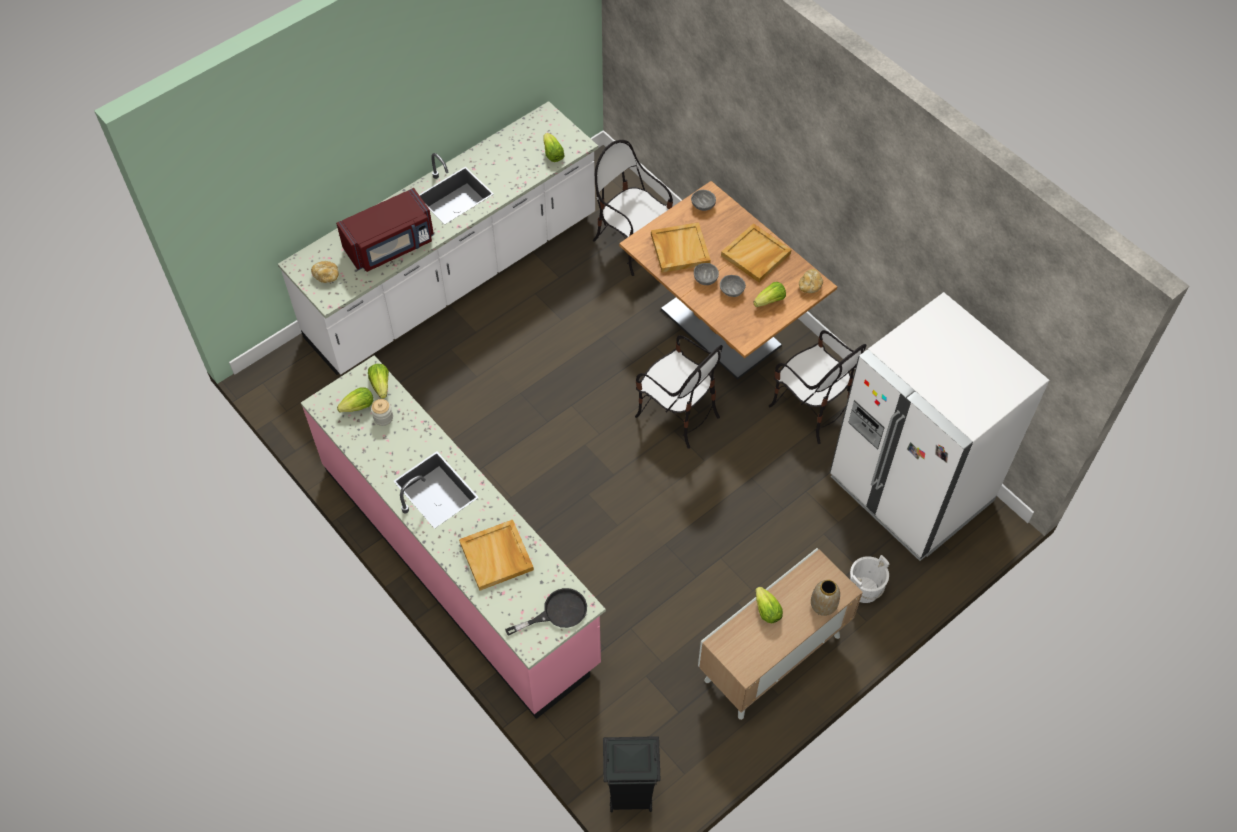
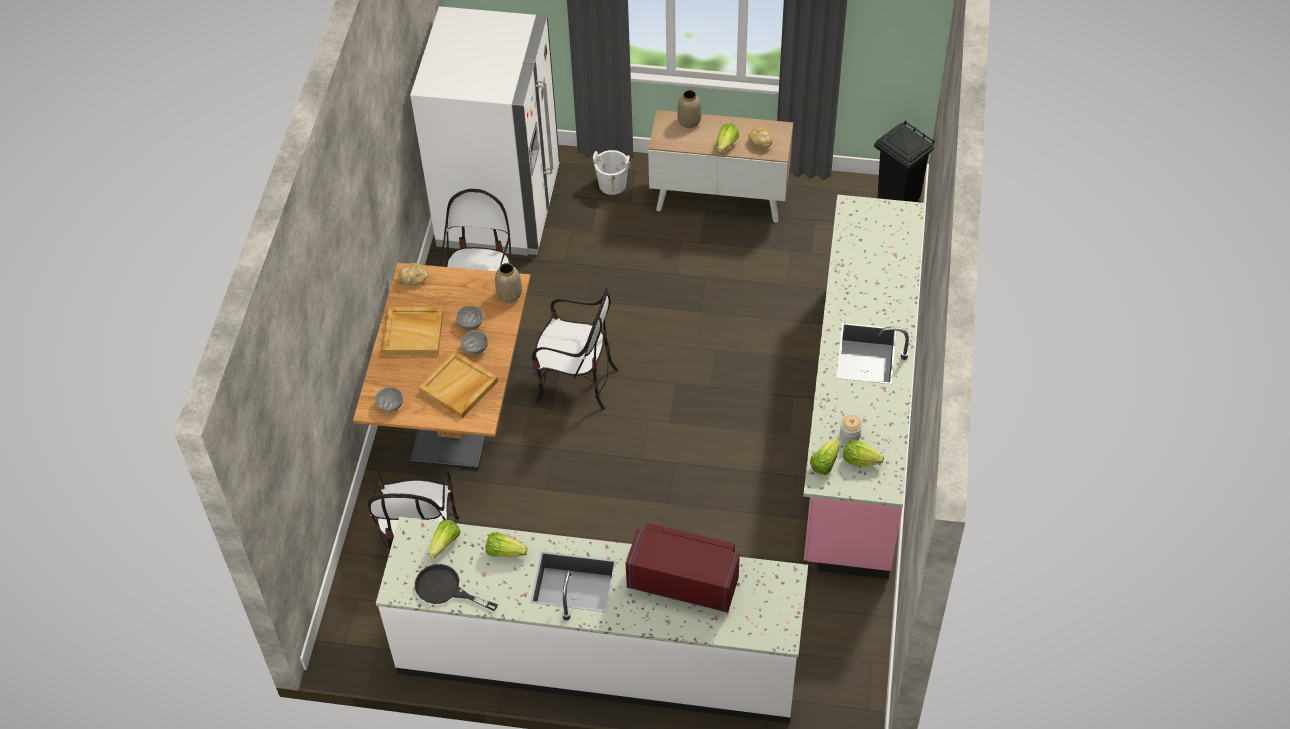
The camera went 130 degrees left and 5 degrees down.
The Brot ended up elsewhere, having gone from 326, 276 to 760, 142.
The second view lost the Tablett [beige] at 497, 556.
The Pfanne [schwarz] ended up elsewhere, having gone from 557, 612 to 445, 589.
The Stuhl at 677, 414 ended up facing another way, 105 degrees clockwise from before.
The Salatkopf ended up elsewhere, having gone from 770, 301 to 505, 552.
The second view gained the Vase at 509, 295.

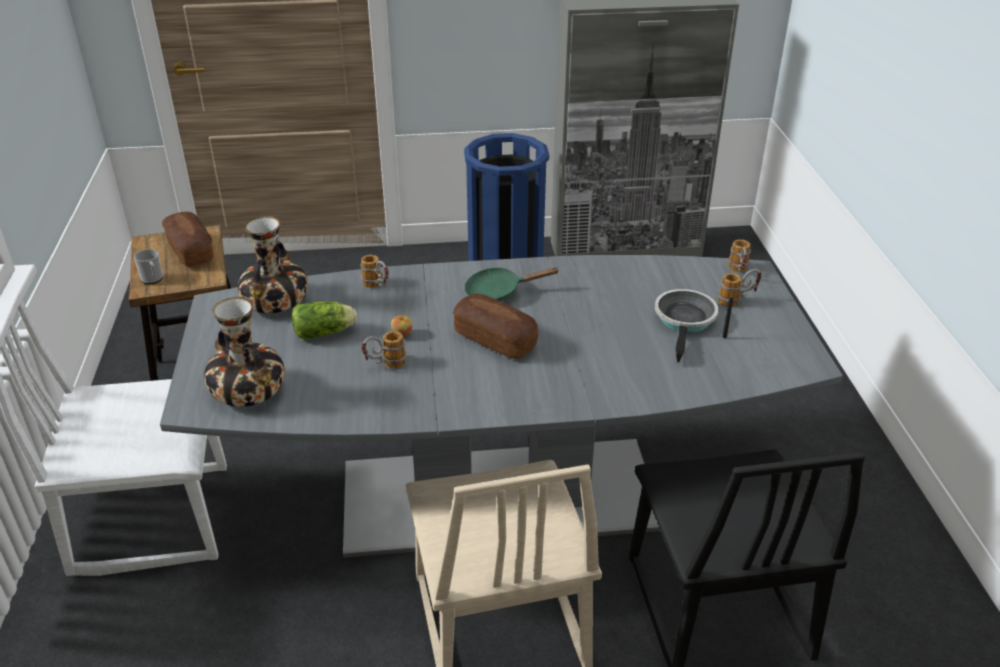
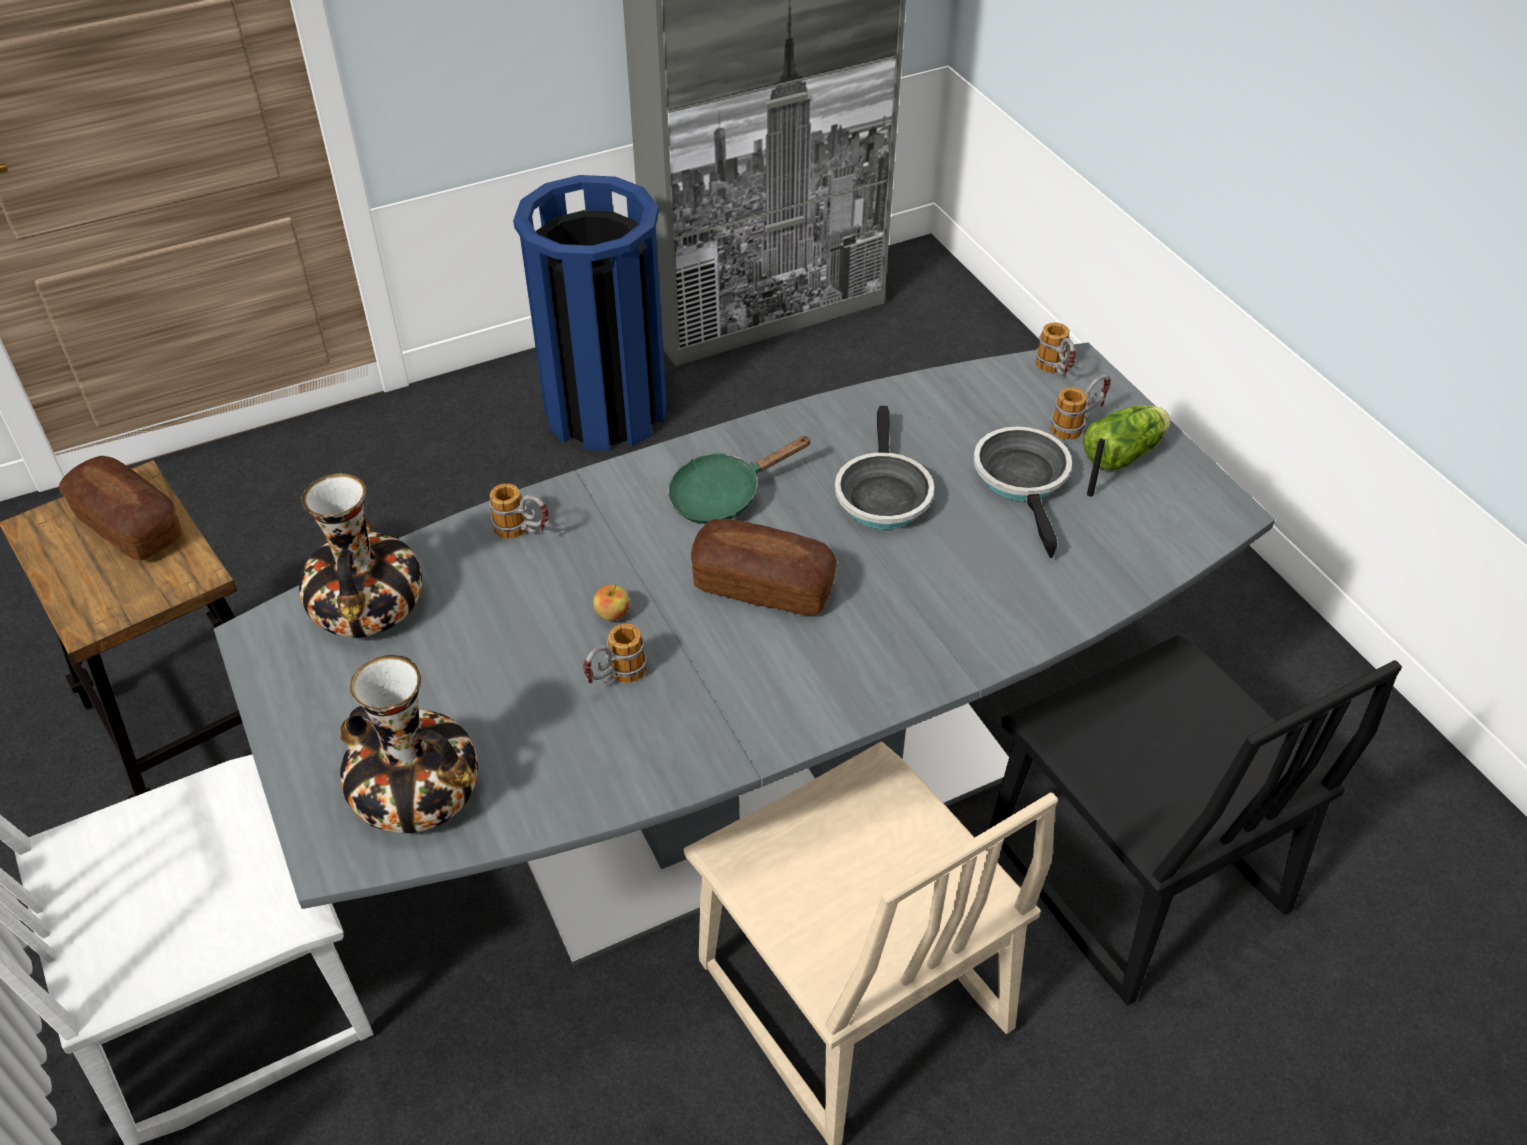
The camera went 20 degrees left and 10 degrees up.
The second view lost the Henkelbecher at 153, 279.
The Salatkopf ended up elsewhere, having gone from 326, 332 to 1125, 453.
The second view gained the Pfanne at 881, 494.

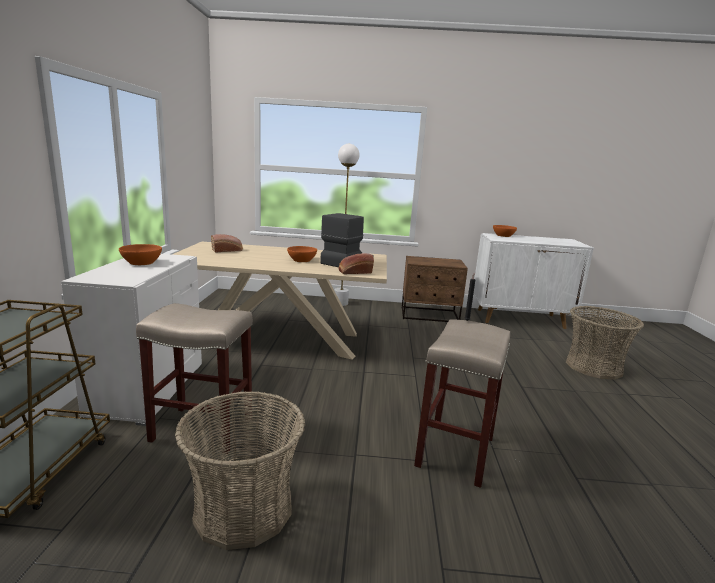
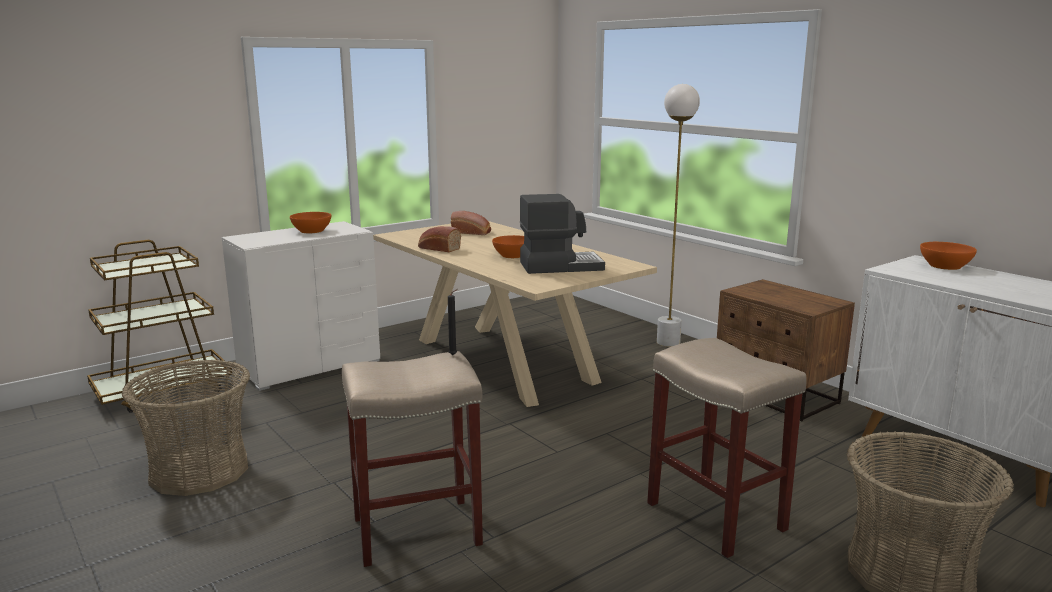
The camera went 50 degrees right and 0 degrees up.
The Hocker [beige] ended up elsewhere, having gone from 204, 429 to 717, 517.
The Brot ended up elsewhere, having gone from 354, 272 to 438, 248.

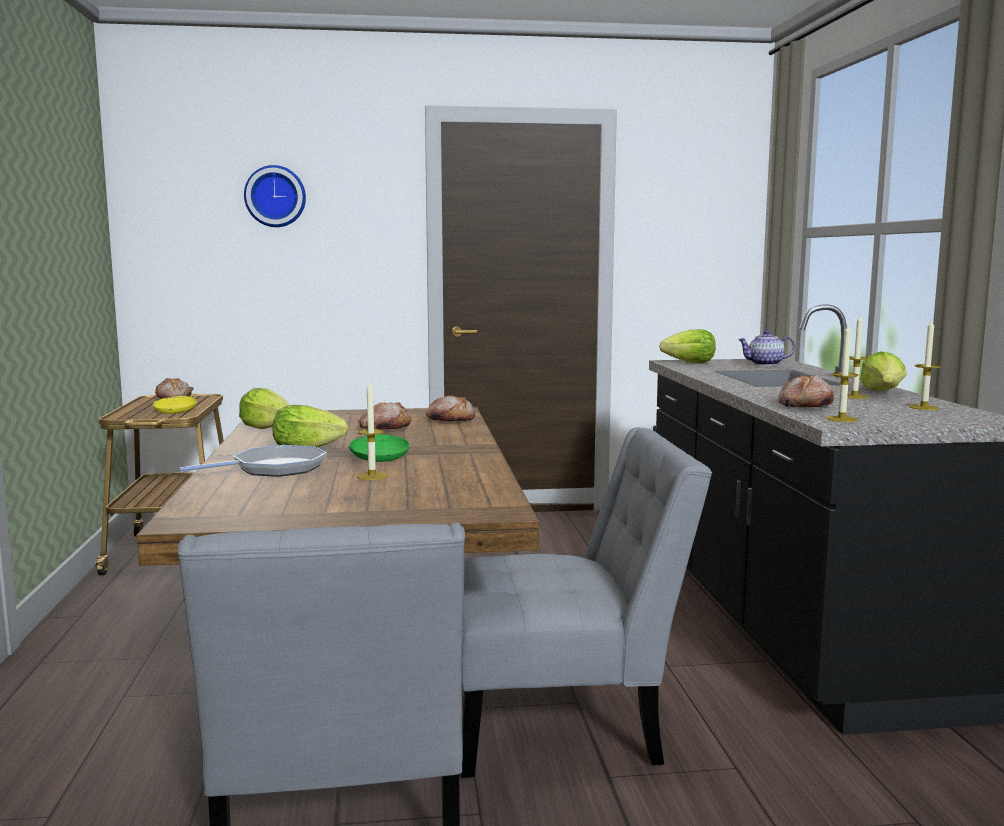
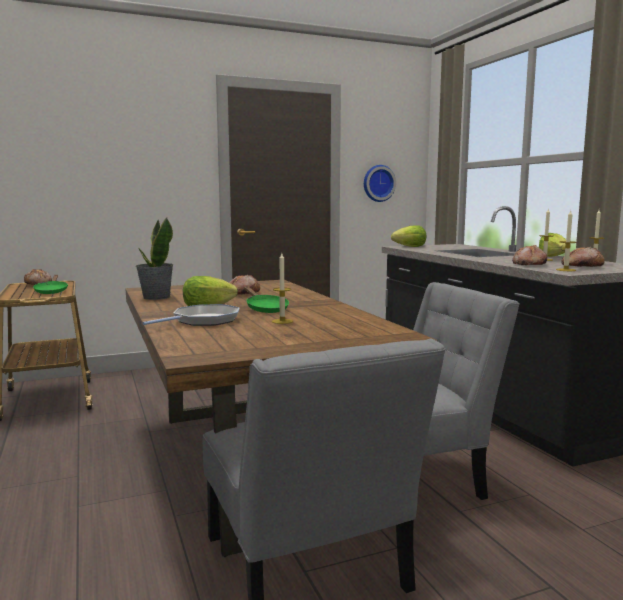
The camera went 15 degrees left and 0 degrees up.
What was the Pfanne [gelb] at 177, 410 turned into the Pfanne [grün] at 51, 291.
Where the Salatkopf stood at 267, 428, the Topfpflanze came to stand at 156, 297.
The Wanduhr ended up elsewhere, having gone from 275, 196 to 378, 183.
The Brot ended up elsewhere, having gone from 450, 420 to 582, 266.
The second view lost the Teekanne at 765, 364.

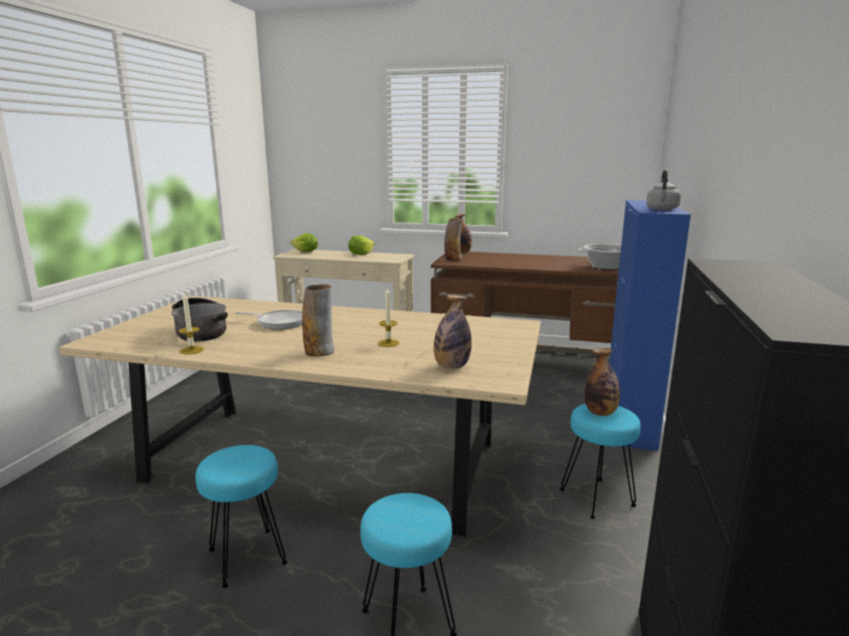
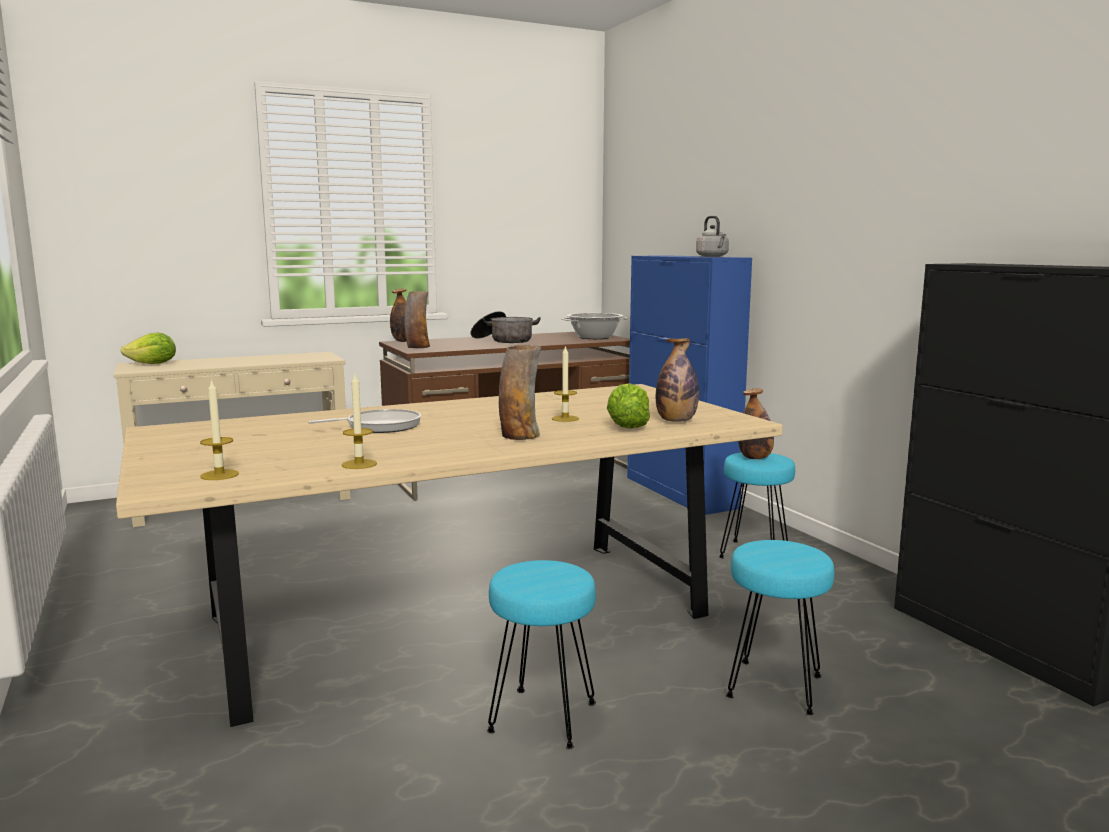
The camera went 40 degrees left and 5 degrees down.
The Kochtopf ended up elsewhere, having gone from 202, 331 to 503, 340.
The Salatkopf ended up elsewhere, having gone from 360, 254 to 627, 427.
The second view gained the Kerze at 219, 475.

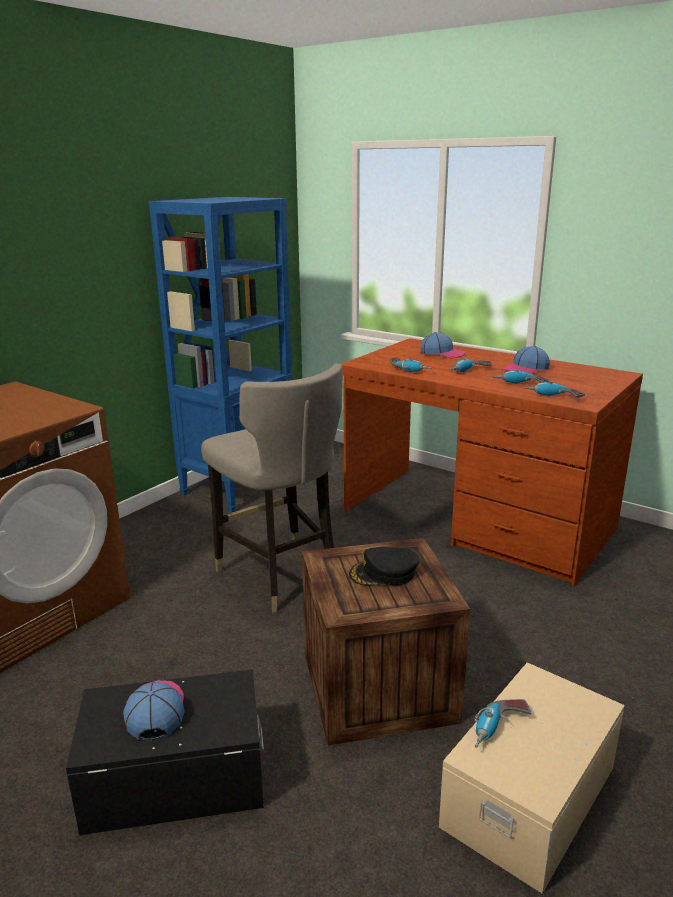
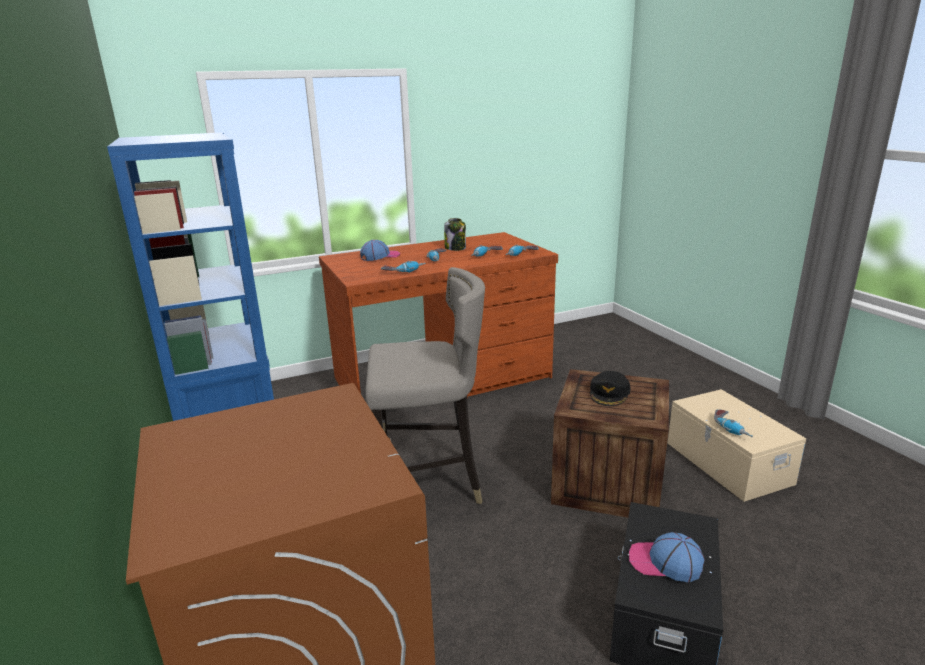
The camera went 60 degrees left and 0 degrees up.
Where the Kappe stood at 525, 369, the Vorratsglas came to stand at 455, 248.

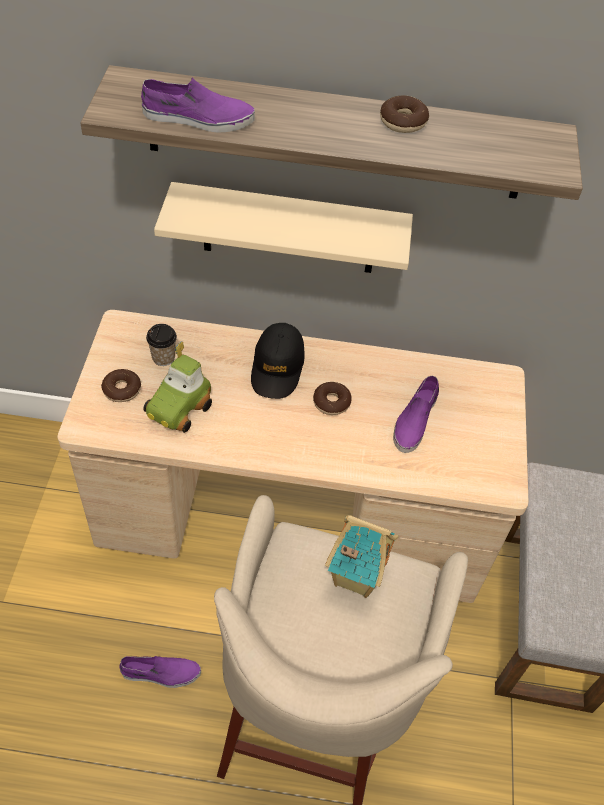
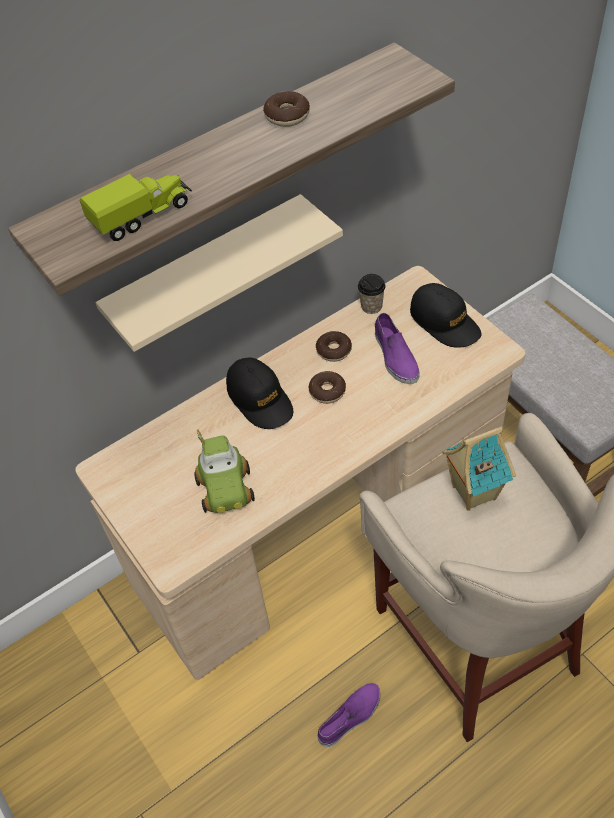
The camera went 35 degrees left and 0 degrees up.
The Donut ended up elsewhere, having gone from 122, 389 to 334, 350.
Where the Schuh [lila] stood at 198, 118, the Spielzeuglaster came to stand at 142, 216.
The Tasse ended up elsewhere, having gone from 163, 357 to 371, 306.
The second view gained the Kappe [schwarz] at 445, 322.

